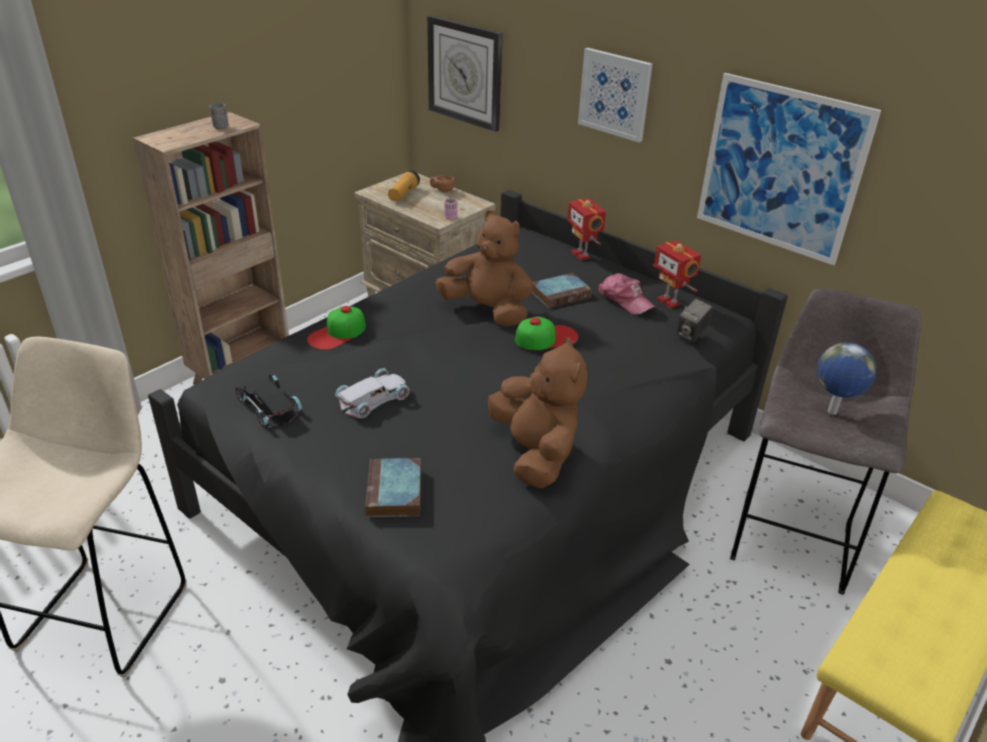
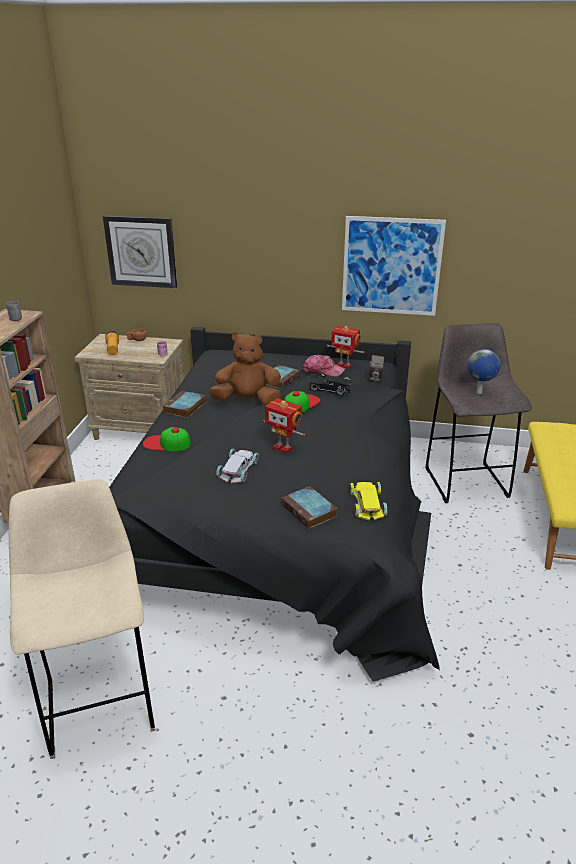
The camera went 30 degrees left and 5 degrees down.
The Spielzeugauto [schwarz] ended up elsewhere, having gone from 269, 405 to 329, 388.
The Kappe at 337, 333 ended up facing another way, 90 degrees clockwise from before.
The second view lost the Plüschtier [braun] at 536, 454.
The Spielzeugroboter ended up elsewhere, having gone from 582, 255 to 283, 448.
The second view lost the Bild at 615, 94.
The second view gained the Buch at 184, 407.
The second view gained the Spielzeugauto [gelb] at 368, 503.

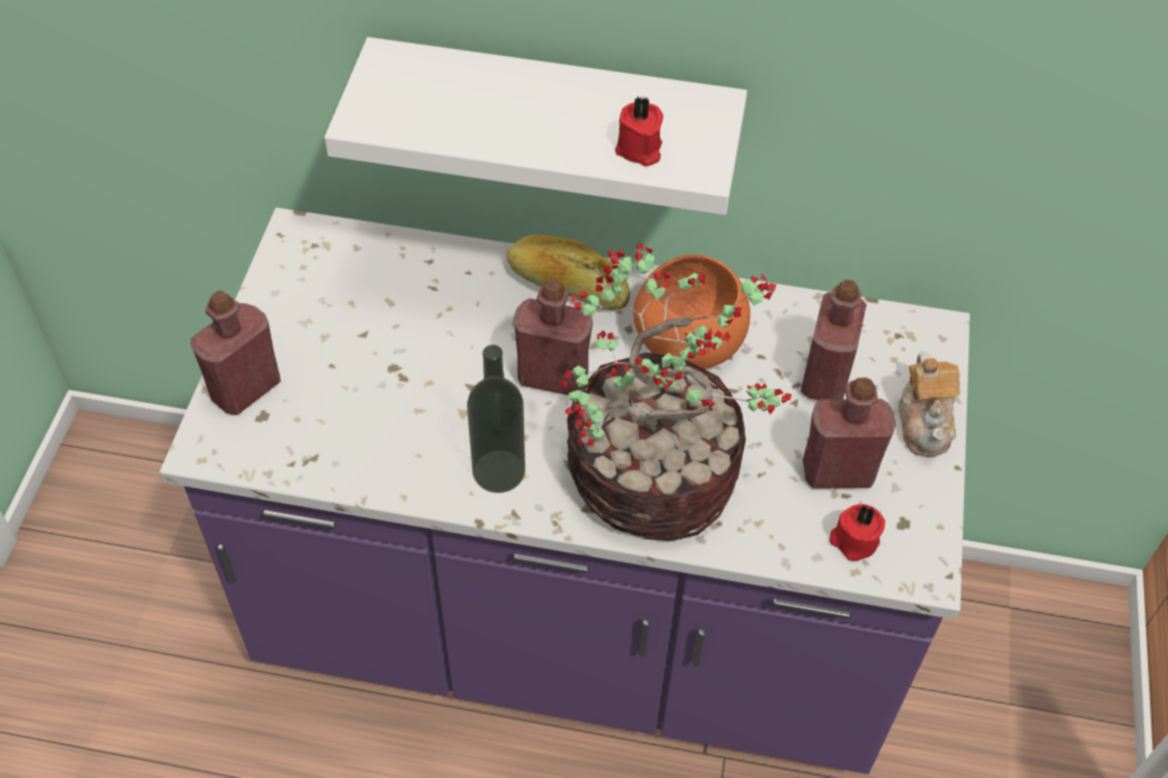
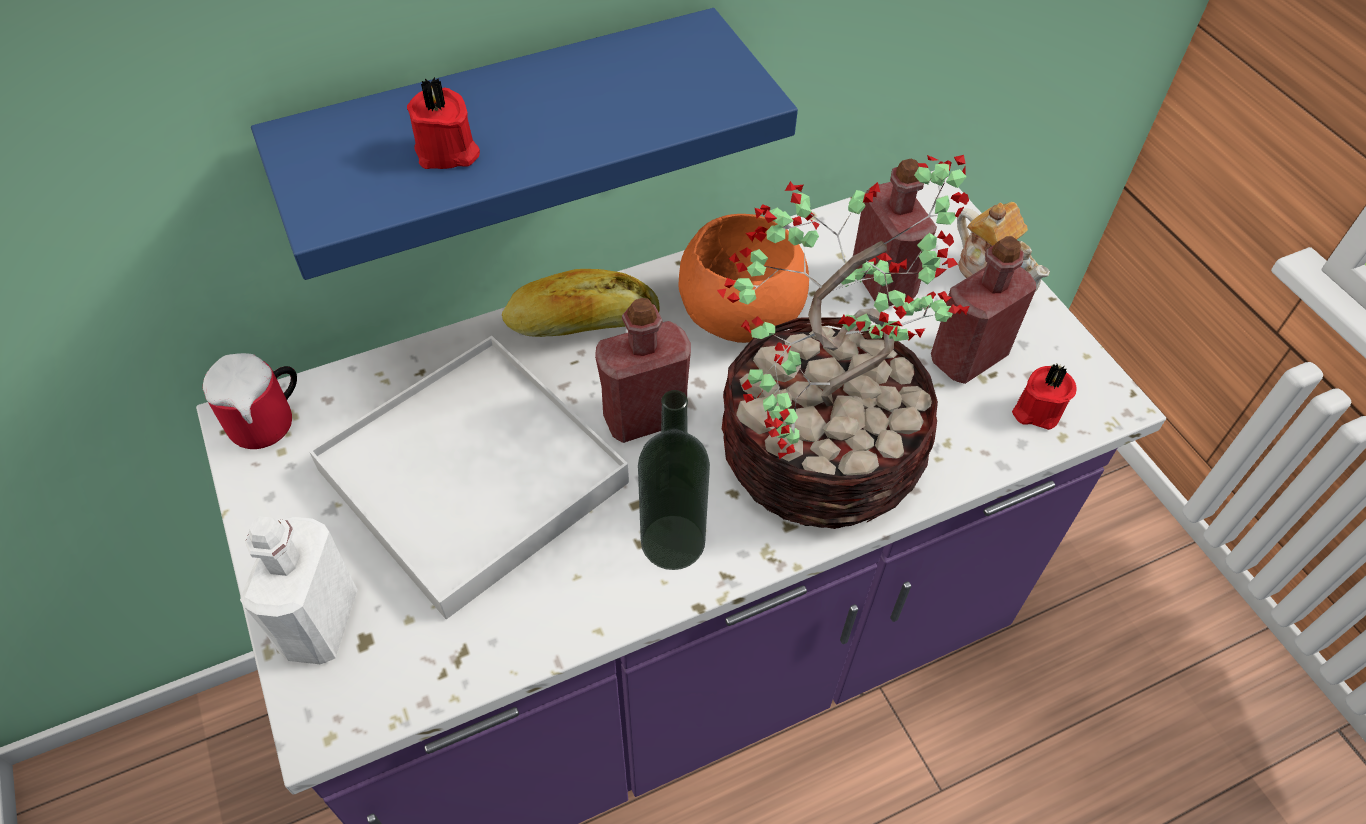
The camera went 35 degrees left and 0 degrees up.
What was the Flasche [rot] at 246, 389 turned into the Flasche [weiß] at 320, 623.
What was the Wandregal [weiß] at 554, 116 turned into the Wandregal [blau] at 506, 134.
The Kerze [rot] ended up elsewhere, having gone from 639, 150 to 447, 153.
The second view gained the Henkelbecher at 271, 422.
The second view gained the Tablett [weiß] at 473, 477.

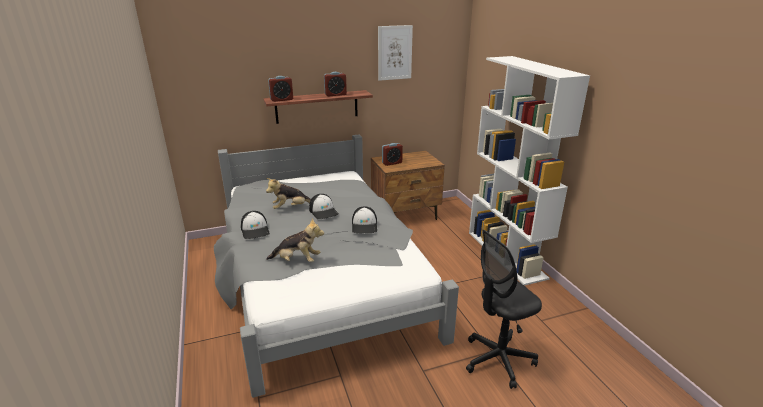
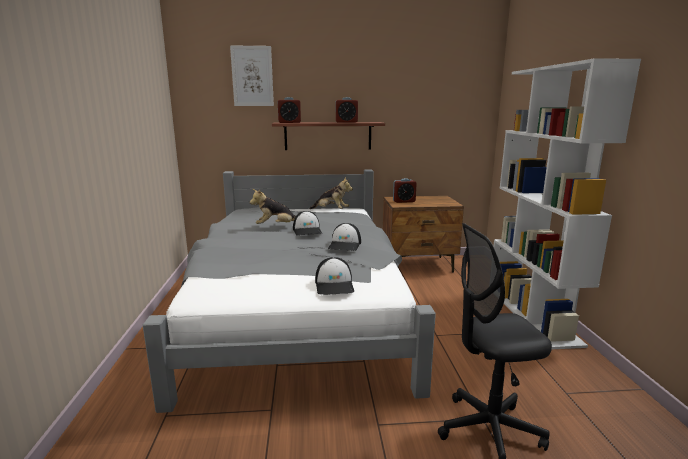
The camera went 15 degrees right and 10 degrees down.
The Kappe ended up elsewhere, having gone from 255, 230 to 335, 285.
The Plüschtier ended up elsewhere, having gone from 297, 260 to 331, 211.
The Bild ended up elsewhere, having gone from 394, 53 to 252, 76.

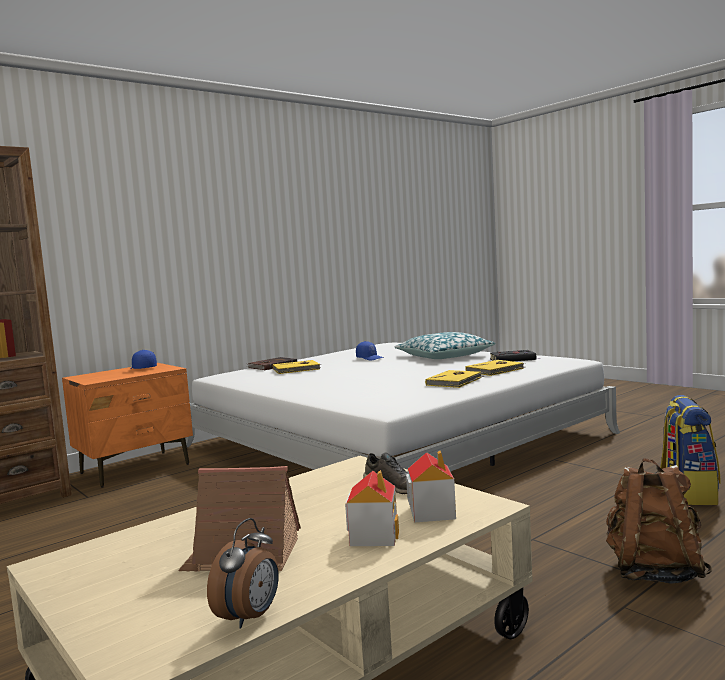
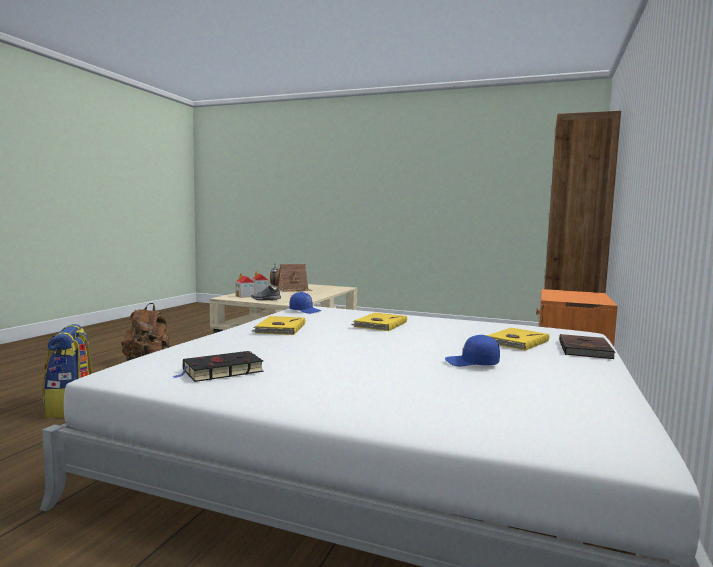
The camera went 150 degrees right and 0 degrees up.
The Kappe [blau] ended up elsewhere, having gone from 142, 368 to 305, 311.
The second view lost the Kissen at 444, 356.
The Buch [gelb] ended up elsewhere, having gone from 495, 370 to 379, 324.

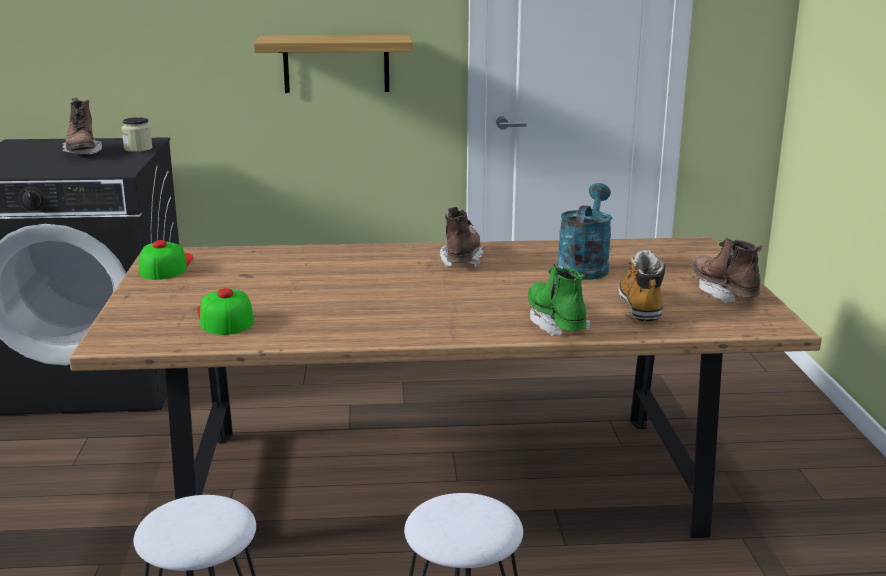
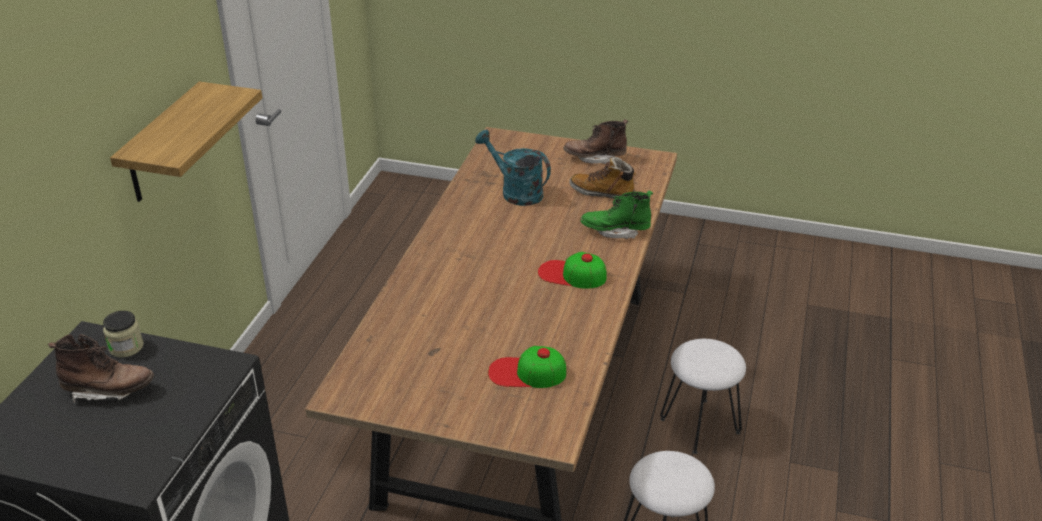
The camera went 70 degrees left and 15 degrees up.
The Kappe ended up elsewhere, having gone from 165, 265 to 572, 274.
The second view lost the Stiefel [braun] at 462, 259.

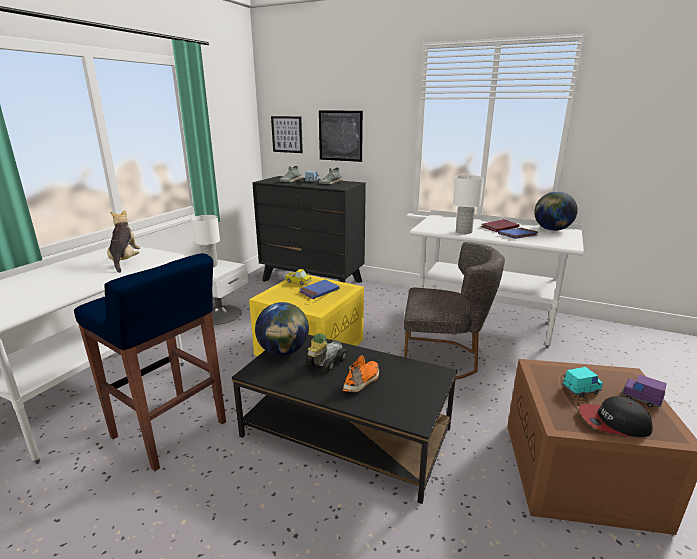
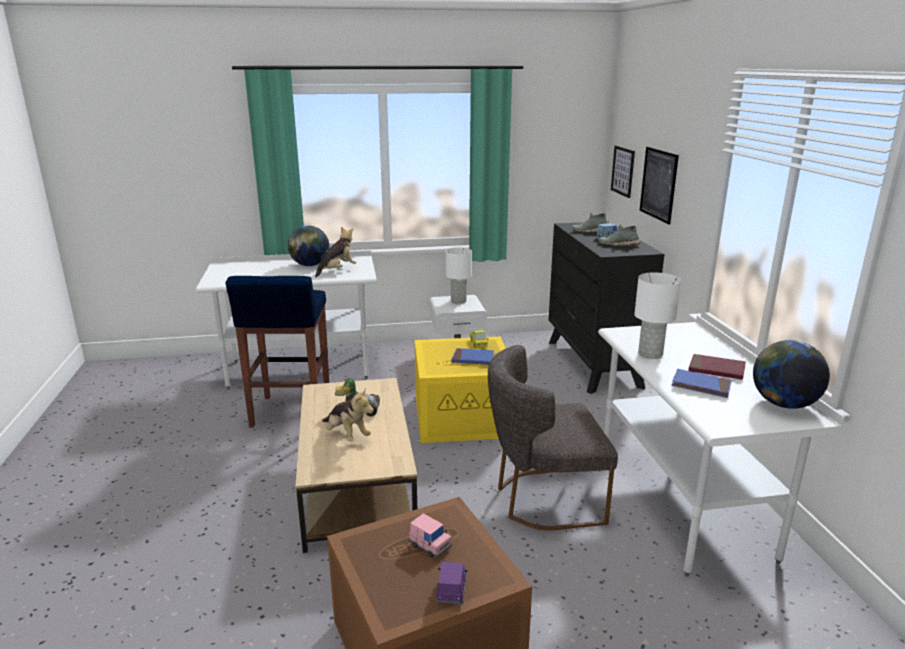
The camera went 55 degrees right and 0 degrees up.
What was the Couchtisch [schwarz] at 344, 432 turned into the Couchtisch [beige] at 356, 483.
The Globus ended up elsewhere, having gone from 283, 351 to 310, 265.
Where the Schuh [orange] stood at 362, 381, the Plüschtier came to stand at 347, 435.
The Stuhl [grau] at 444, 359 ended up facing another way, 105 degrees clockwise from before.
What was the Spielzeugauto [türkis] at 581, 390 turned into the Spielzeugauto [rosa] at 430, 546.
The second view lost the Kappe at 613, 422.

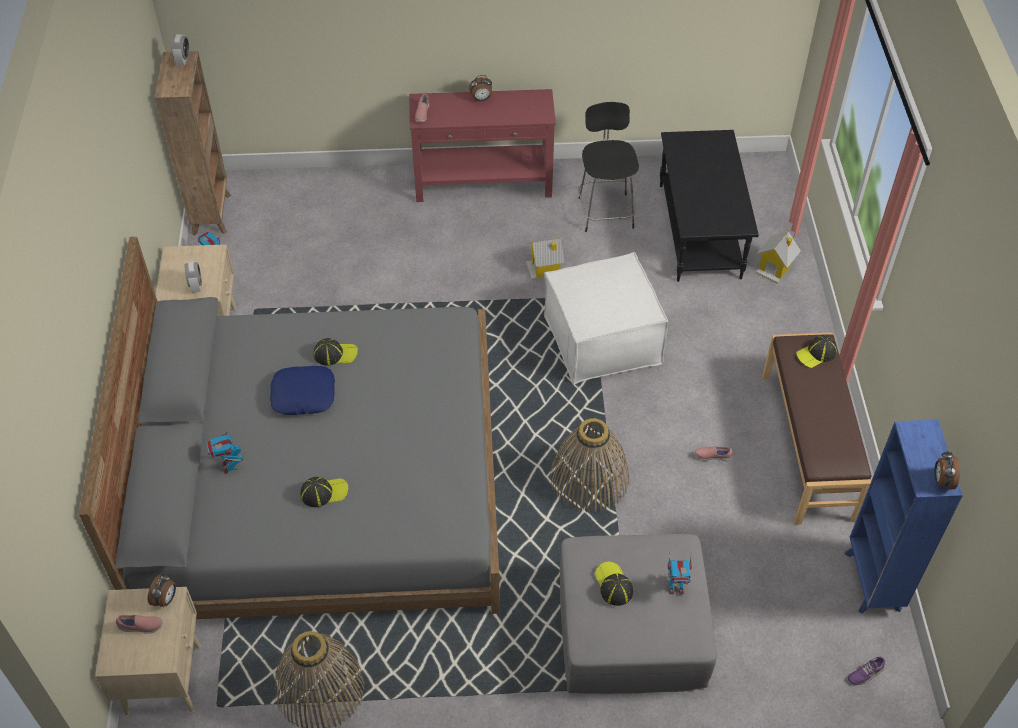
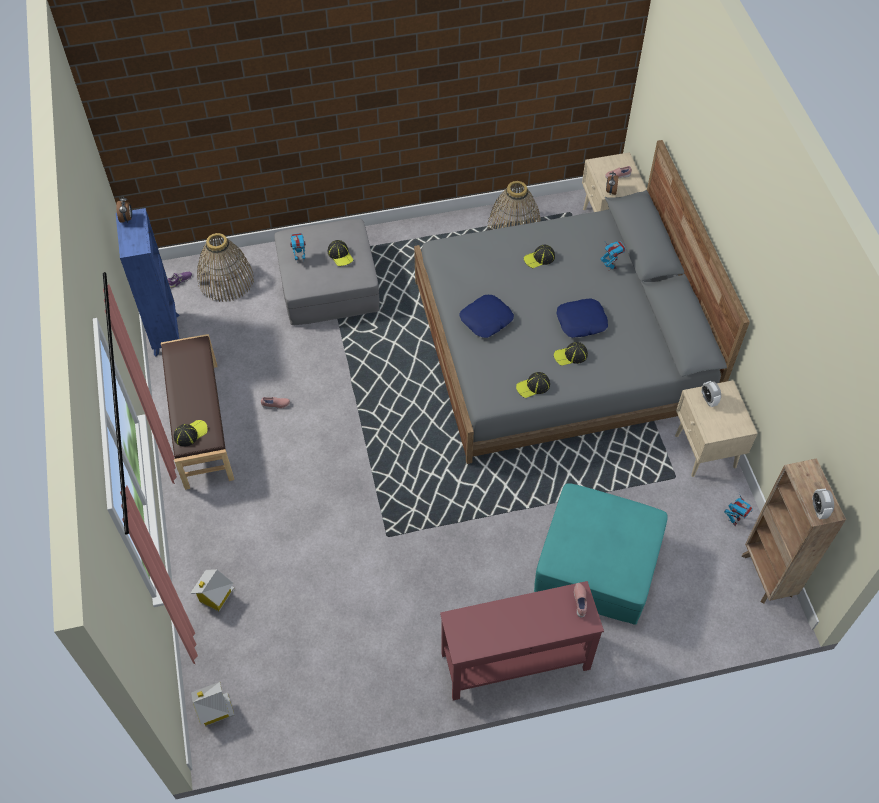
The camera went 170 degrees right and 5 degrees up.
The second view lost the Wecker at 481, 99.
The Spielzeughaus ended up elsewhere, having gone from 545, 269 to 214, 710.
The second view lost the Polsterhocker [weiß] at 602, 339.
The Korb ended up elsewhere, having gone from 589, 479 to 226, 280.
The second view lost the Hocker [schwarz] at 605, 211.
The second view lost the Couchtisch [schwarz] at 701, 231.
The second view gained the Kissen [blau] at 486, 320.
The second view gained the Kappe at 533, 386.
The second view gained the Polsterhocker [türkis] at 598, 564.

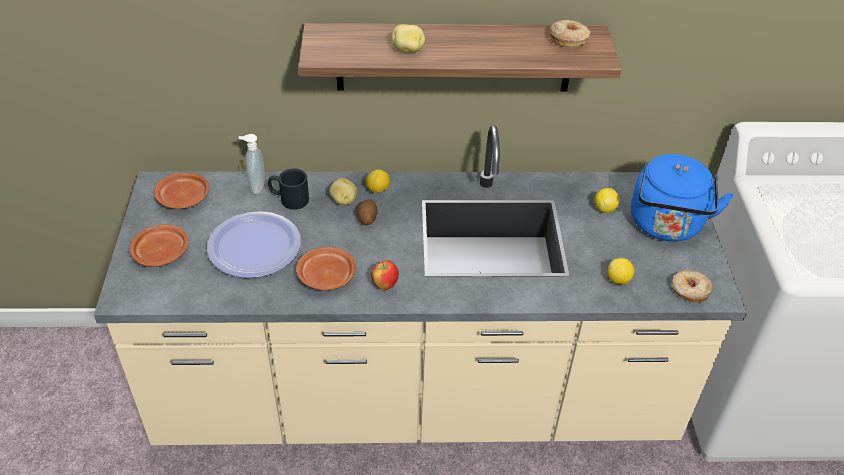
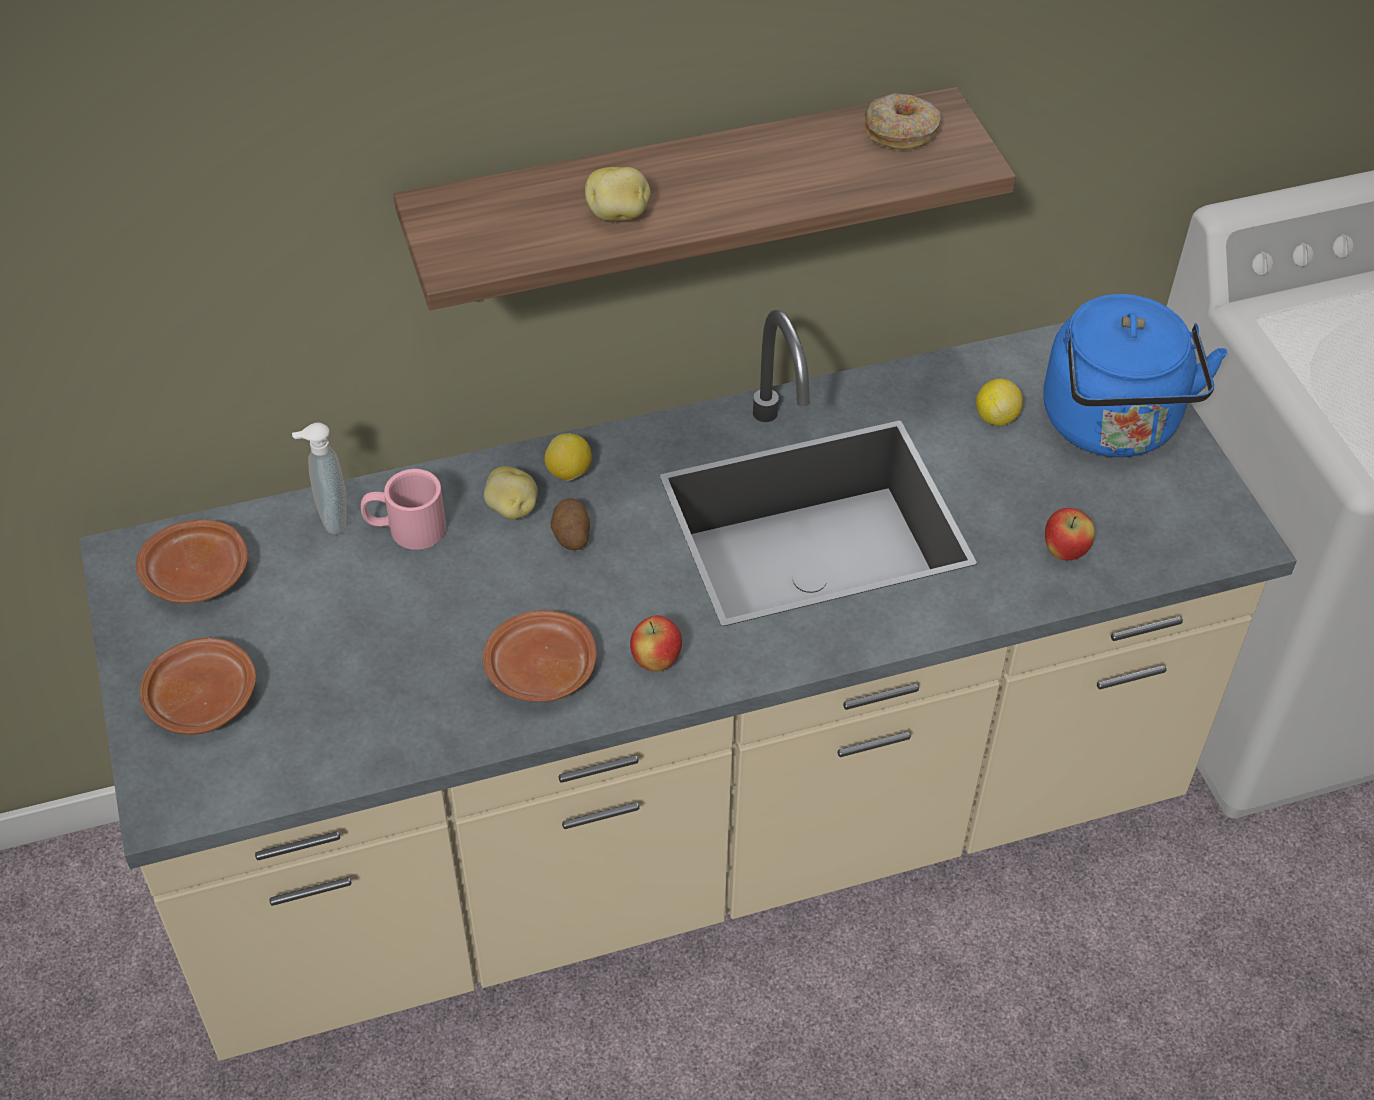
The camera went 15 degrees left and 5 degrees up.
The second view lost the Teller at 255, 246.
What was the Henkelbecher [schwarz] at 289, 199 turned into the Henkelbecher [rosa] at 405, 529.
Where the Zitrone stood at 618, 280, the Apfel came to stand at 1064, 552.
The second view lost the Donut at 689, 291.

